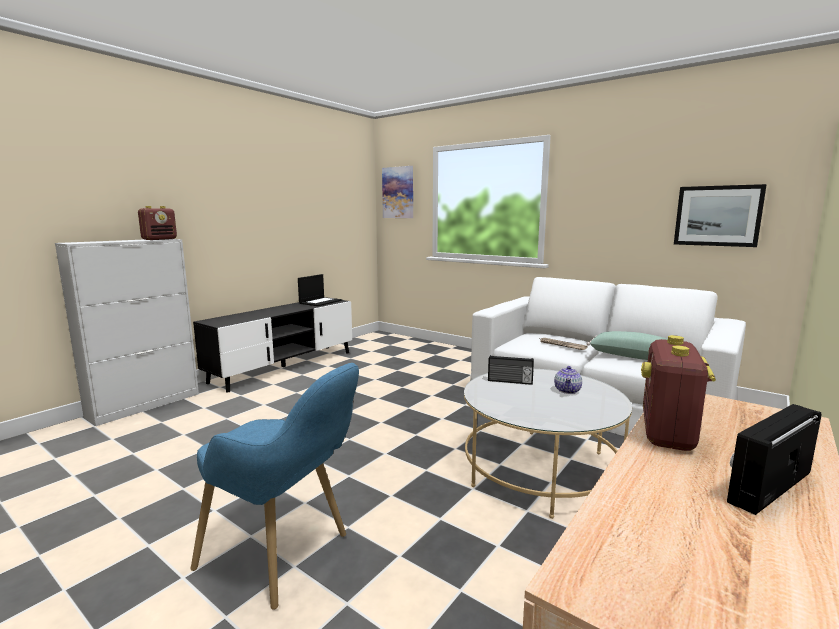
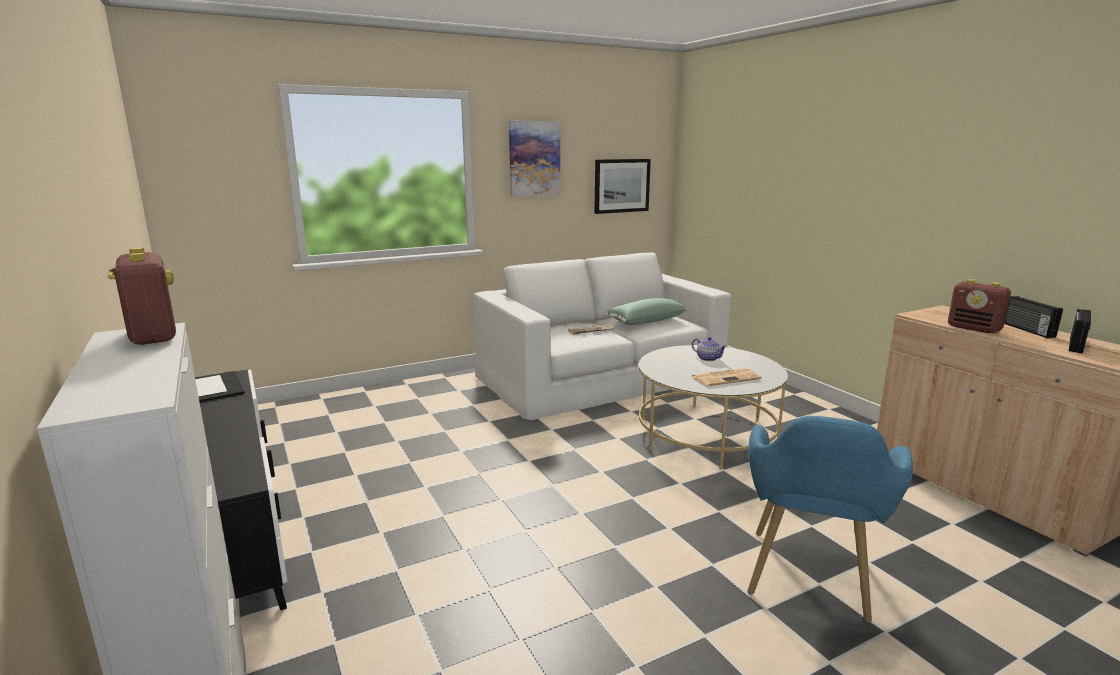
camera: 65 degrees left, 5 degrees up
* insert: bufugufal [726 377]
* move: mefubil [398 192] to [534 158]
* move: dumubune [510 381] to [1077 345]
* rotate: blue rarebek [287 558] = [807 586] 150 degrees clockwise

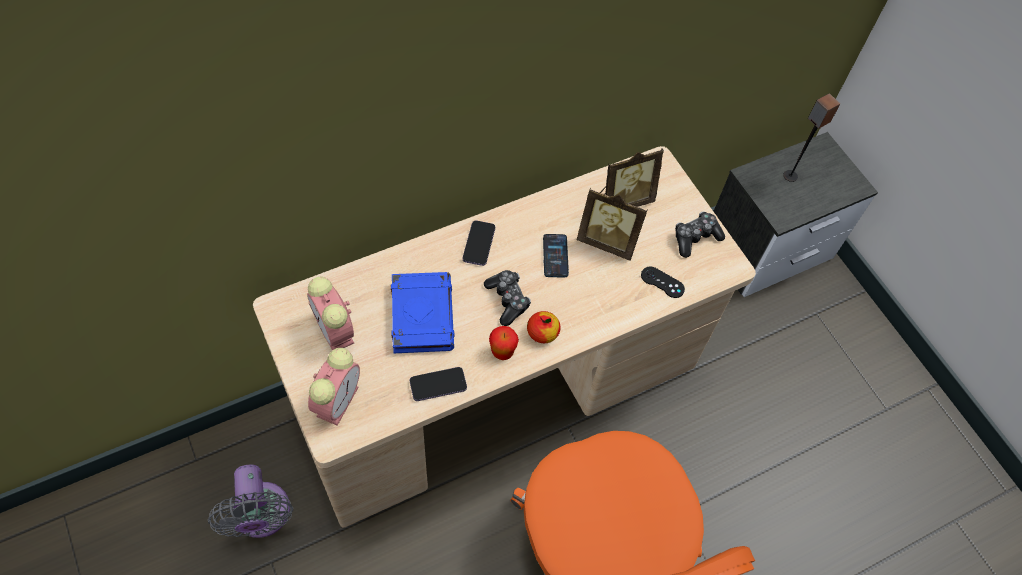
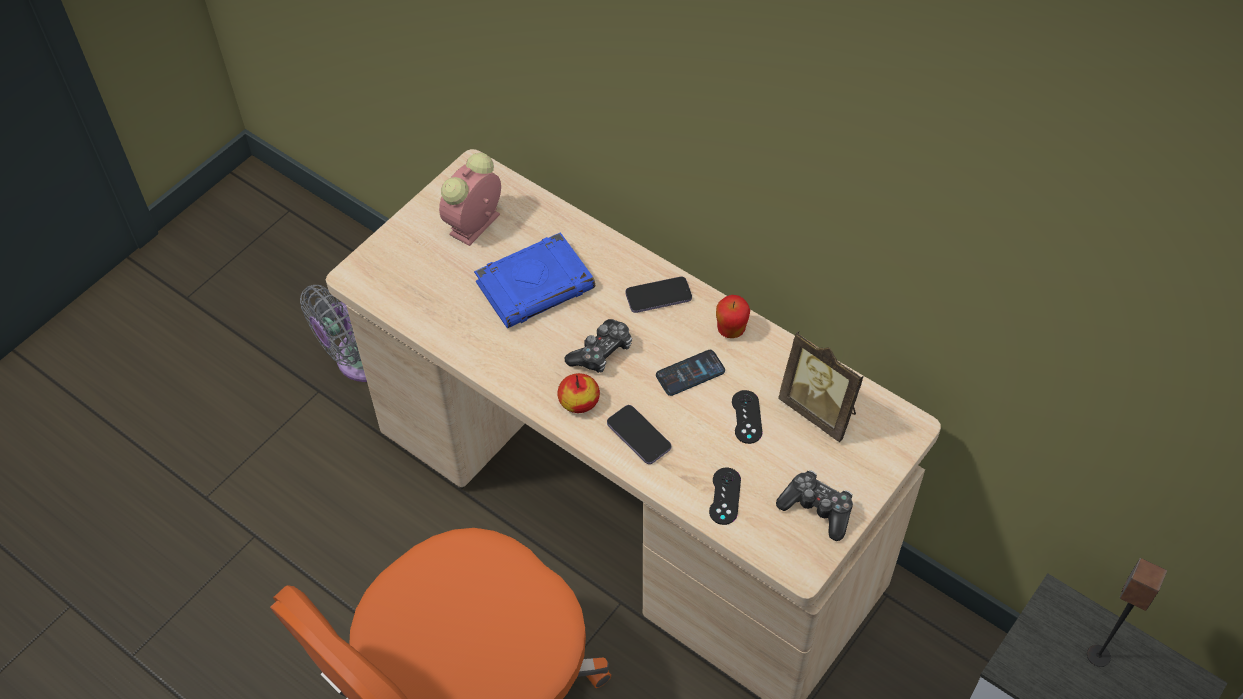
camera: 70 degrees right, 5 degrees down
* delete: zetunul [338 399]
* move: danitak [438 385] to [638 436]
* move: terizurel [502 351] to [731 330]
* replace: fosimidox [607 241] to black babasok [746 417]

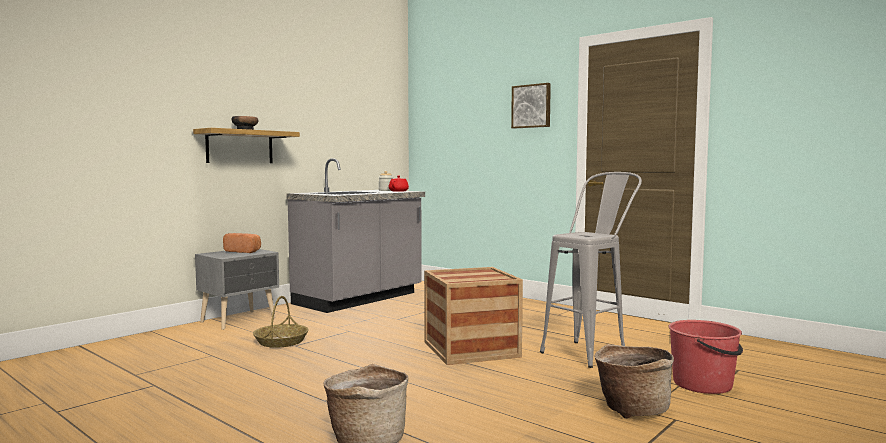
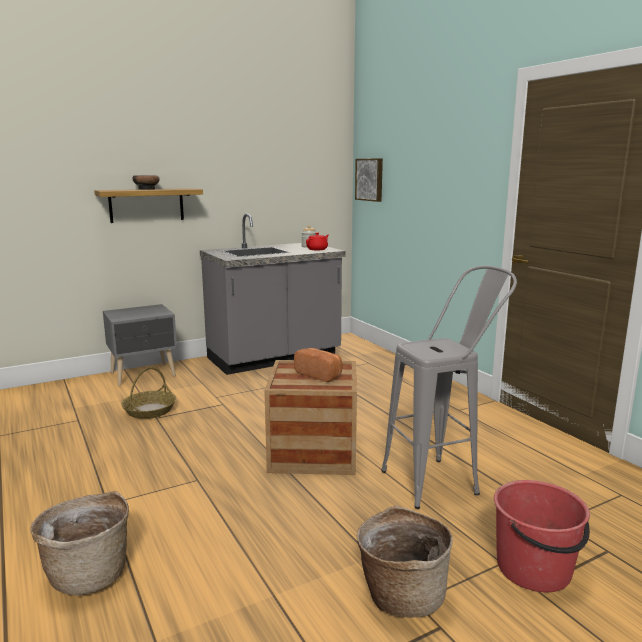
camera: 20 degrees right, 10 degrees up
* move: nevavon [244 251] to [320 375]
* move: mefubil [531 106] to [370 179]

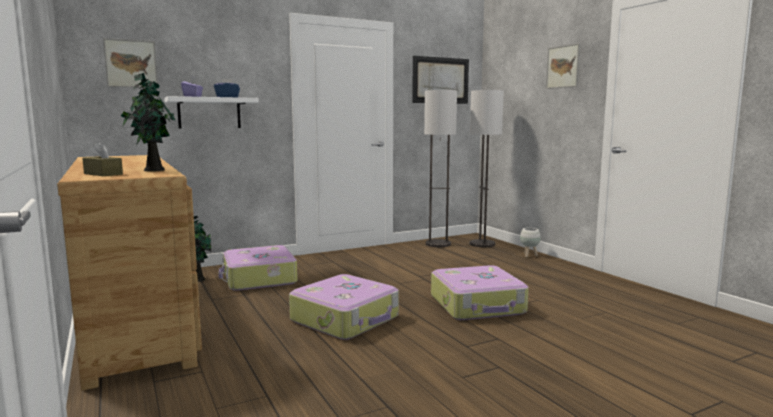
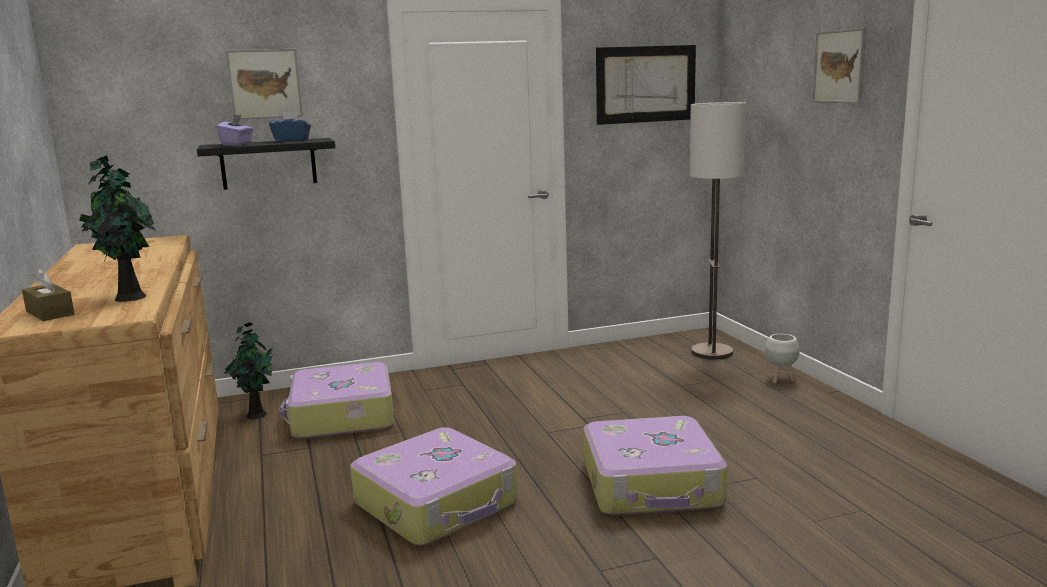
camera: 10 degrees right, 5 degrees up
* delete: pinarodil [438 244]
* move: mefubil [131 63] to [265 84]
* recolor: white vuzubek [209 113] to black vuzubek [268 163]

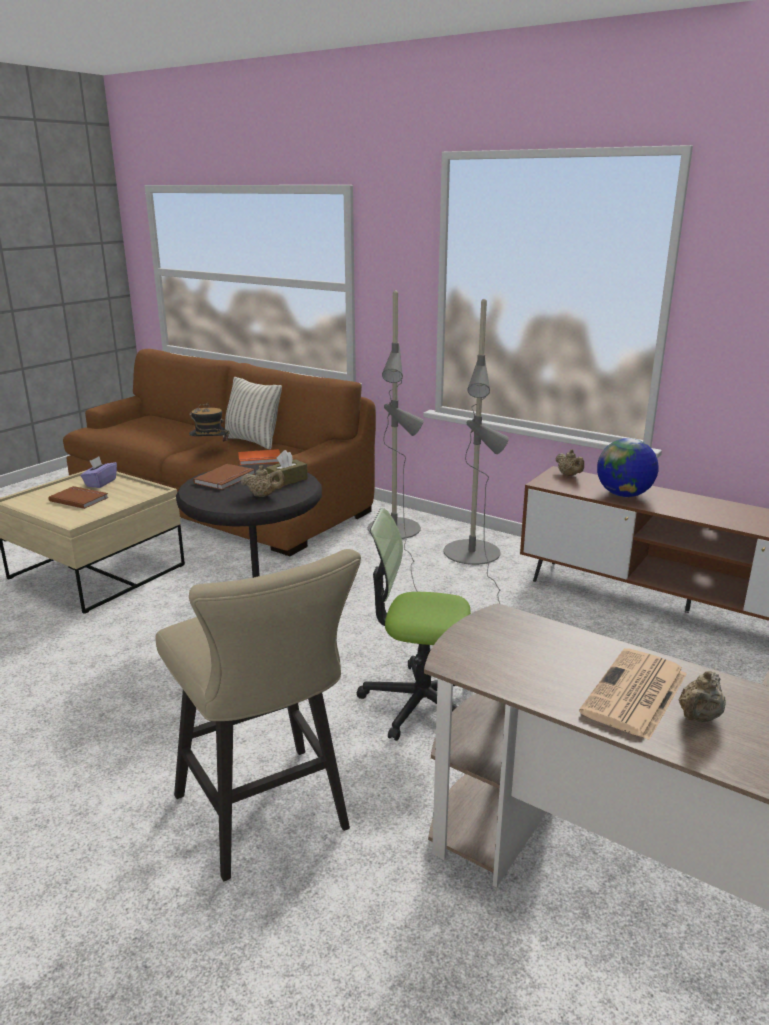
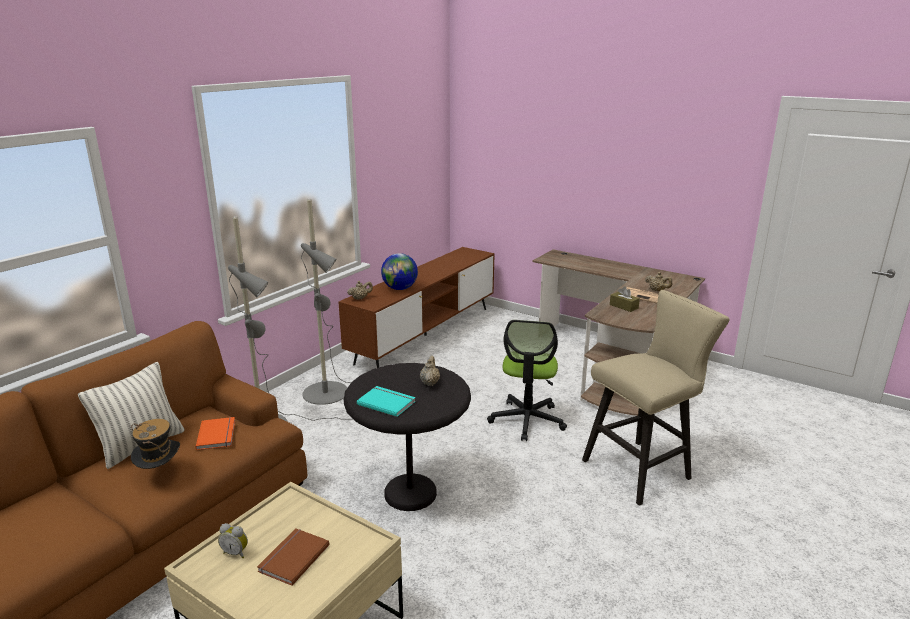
camera: 90 degrees left, 0 degrees up
* move: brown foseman [287 480] to [623 306]
* replace: purple foseman [100 483] to zetunul [236 552]
* recolor: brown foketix [226 479] to turquoise foketix [387 402]

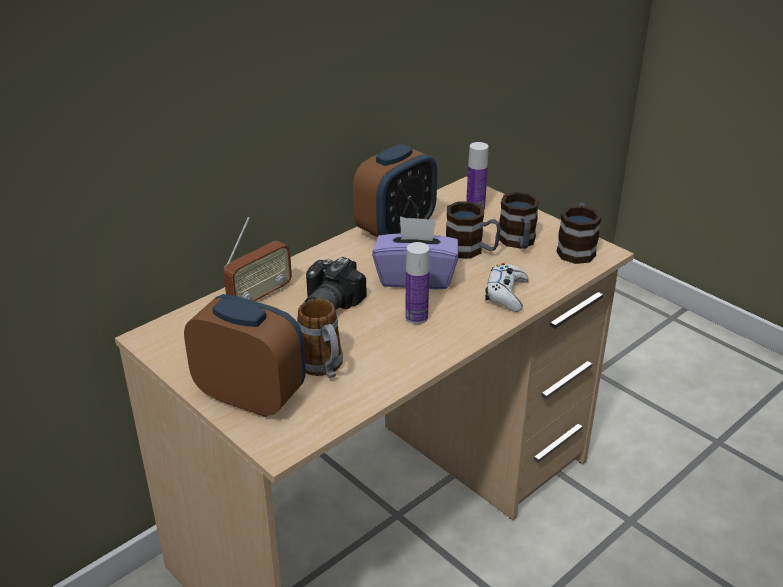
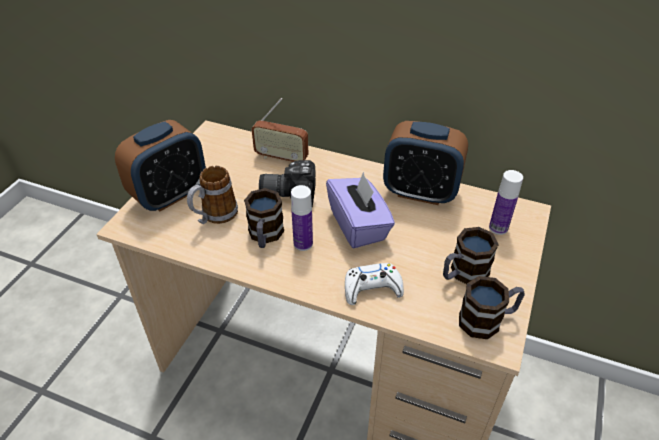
camera: 65 degrees right, 10 degrees up
* move: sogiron [471 250] to [265 236]
* rotate: zetunul [251 396] = [170 195] 45 degrees clockwise

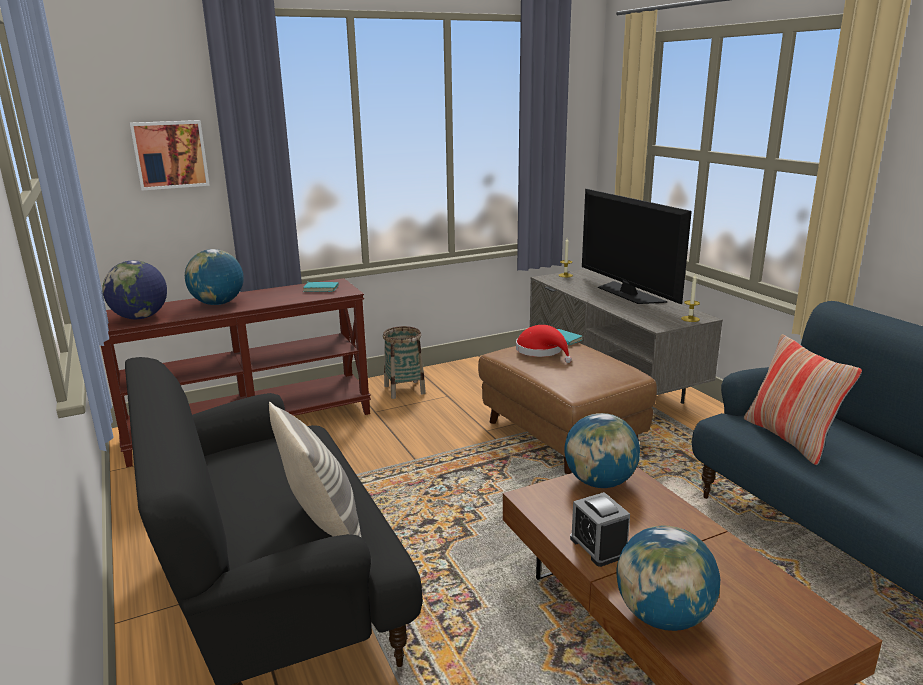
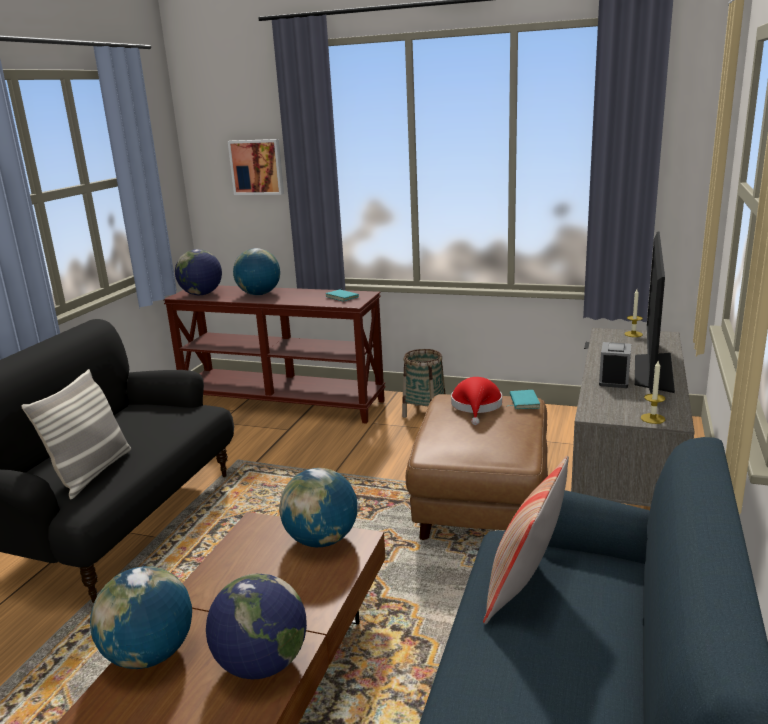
camera: 45 degrees right, 0 degrees up
* insert: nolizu [262 664]
* move: zetunul [598 547] to [614 380]

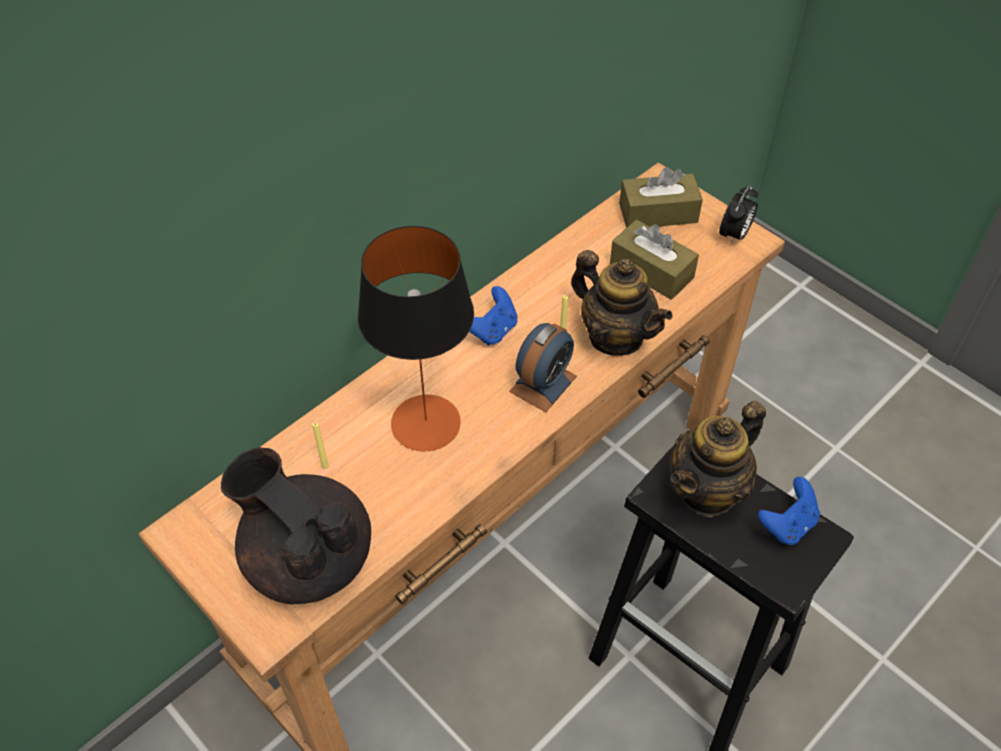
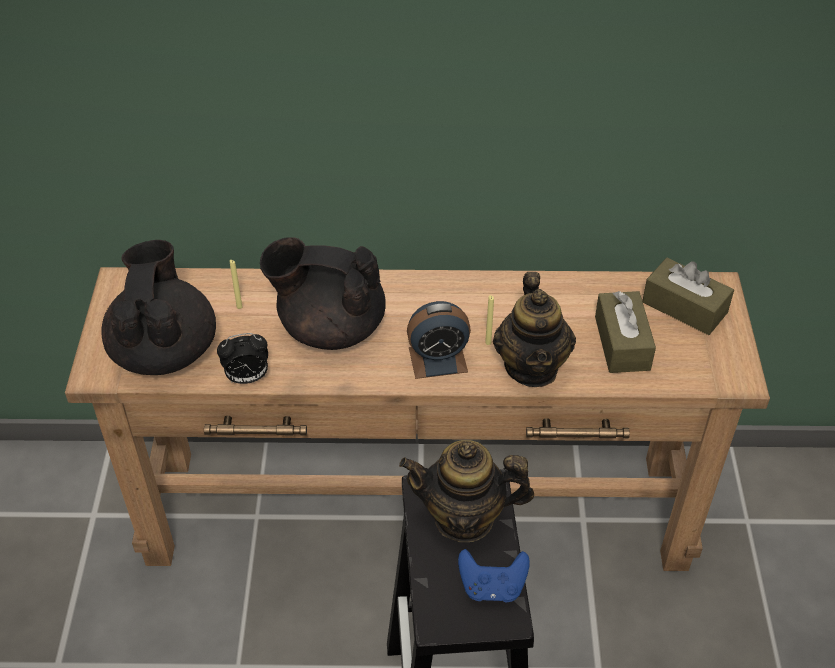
camera: 45 degrees right, 5 degrees down
* delete: blue babasok [492 330]
* move: zetunul [734 235] to [247 378]
* replace: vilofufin [426 423] to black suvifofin [330 327]

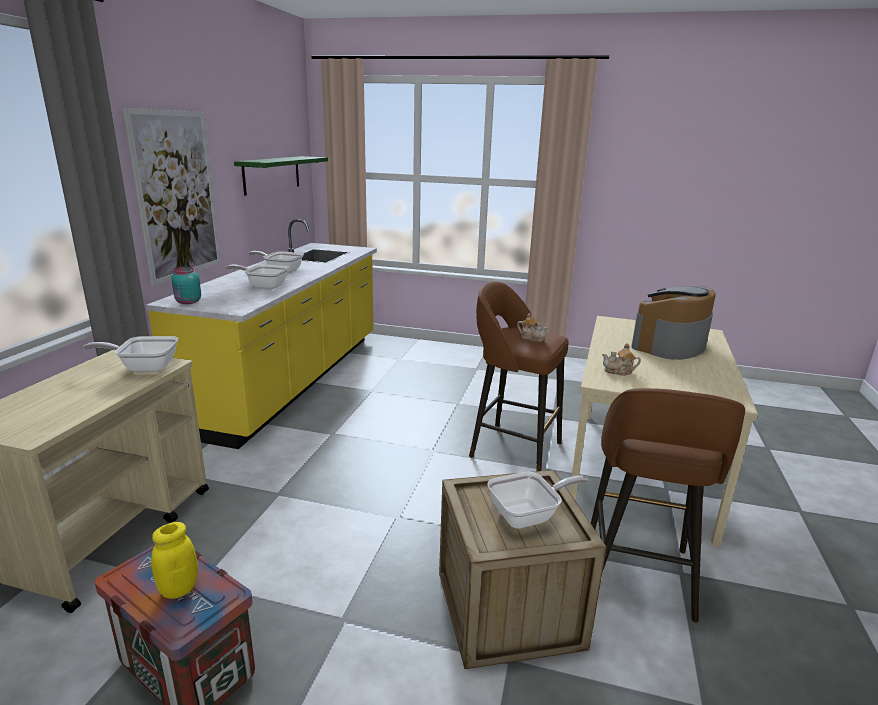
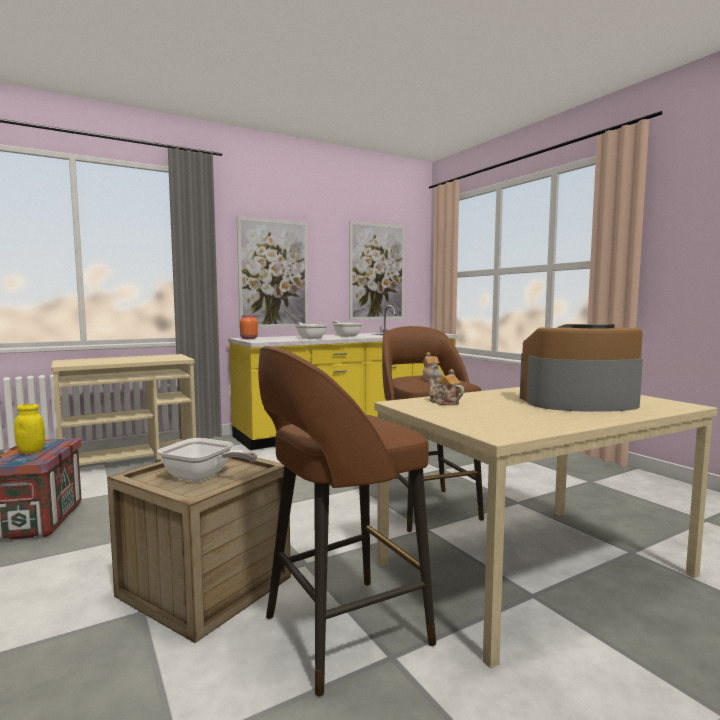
camera: 45 degrees right, 15 degrees down
* delete: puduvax [144 367]
* replace: green vuzubek [272 174] to mefubil [377 272]
* recolor: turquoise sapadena [188 302] to orange sapadena [248 338]

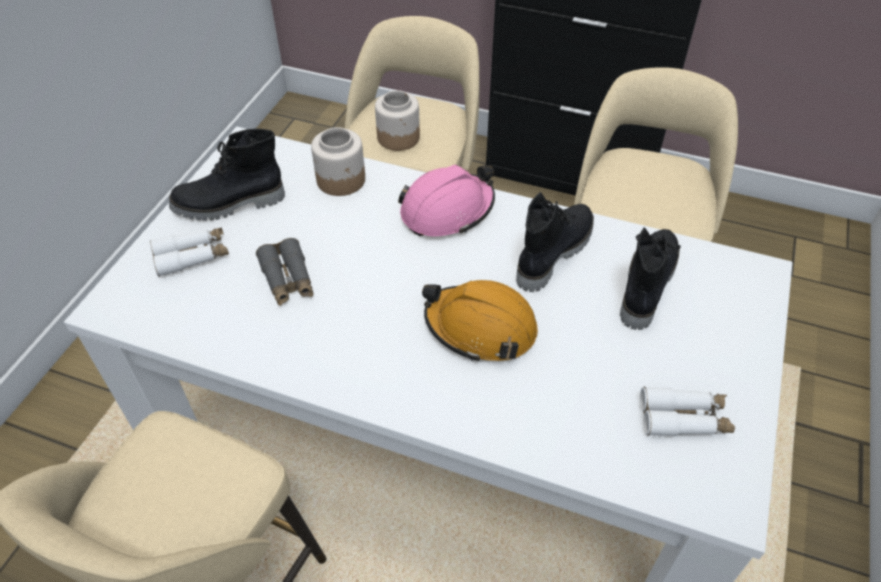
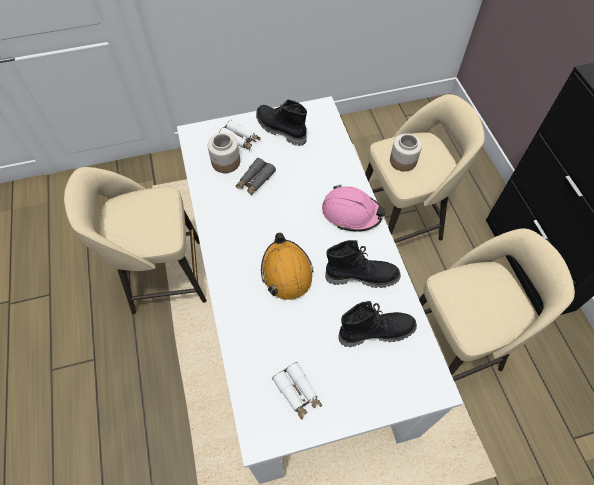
camera: 55 degrees right, 10 degrees up
* move: sapadena [341 180] to [226 162]

